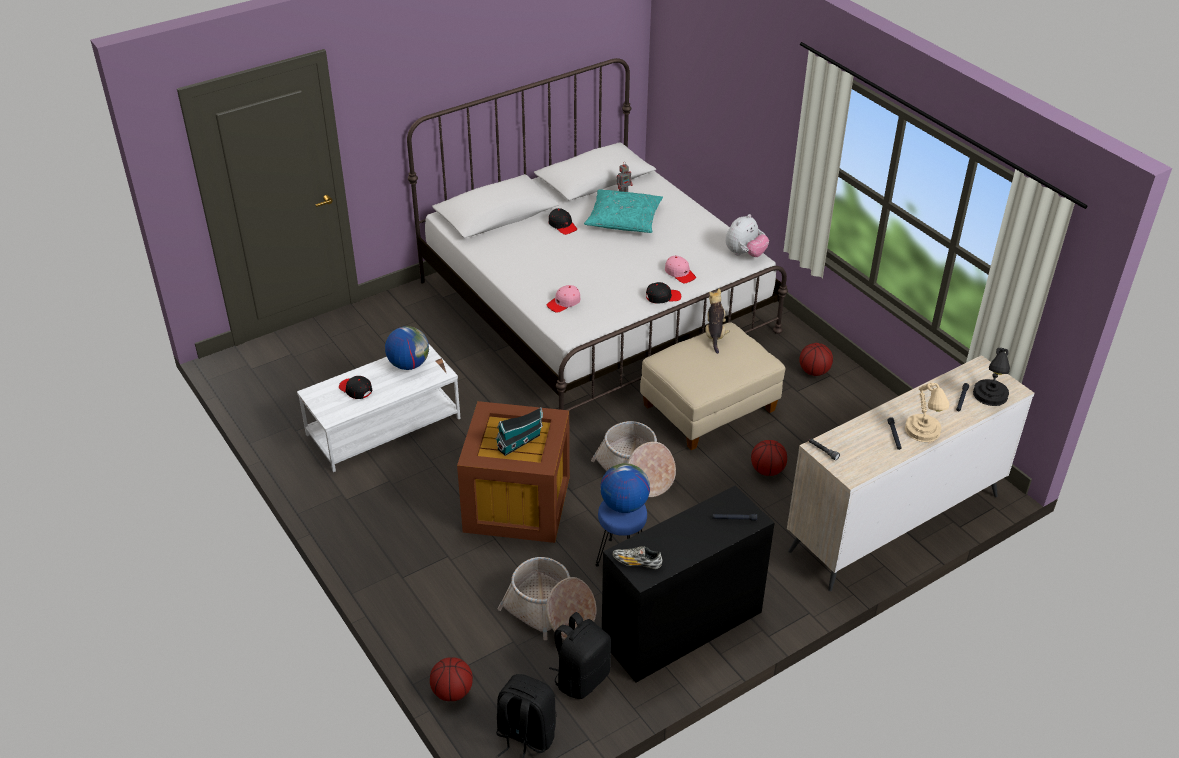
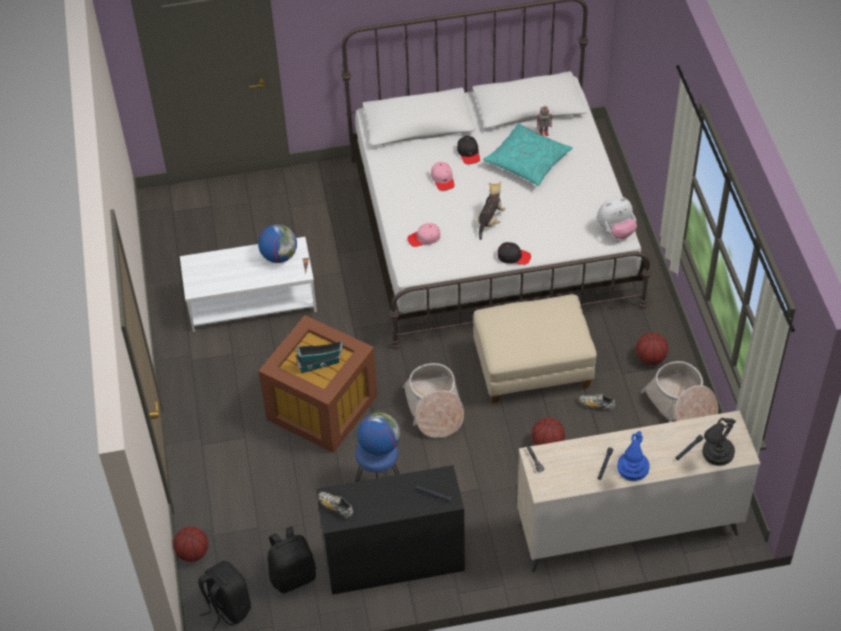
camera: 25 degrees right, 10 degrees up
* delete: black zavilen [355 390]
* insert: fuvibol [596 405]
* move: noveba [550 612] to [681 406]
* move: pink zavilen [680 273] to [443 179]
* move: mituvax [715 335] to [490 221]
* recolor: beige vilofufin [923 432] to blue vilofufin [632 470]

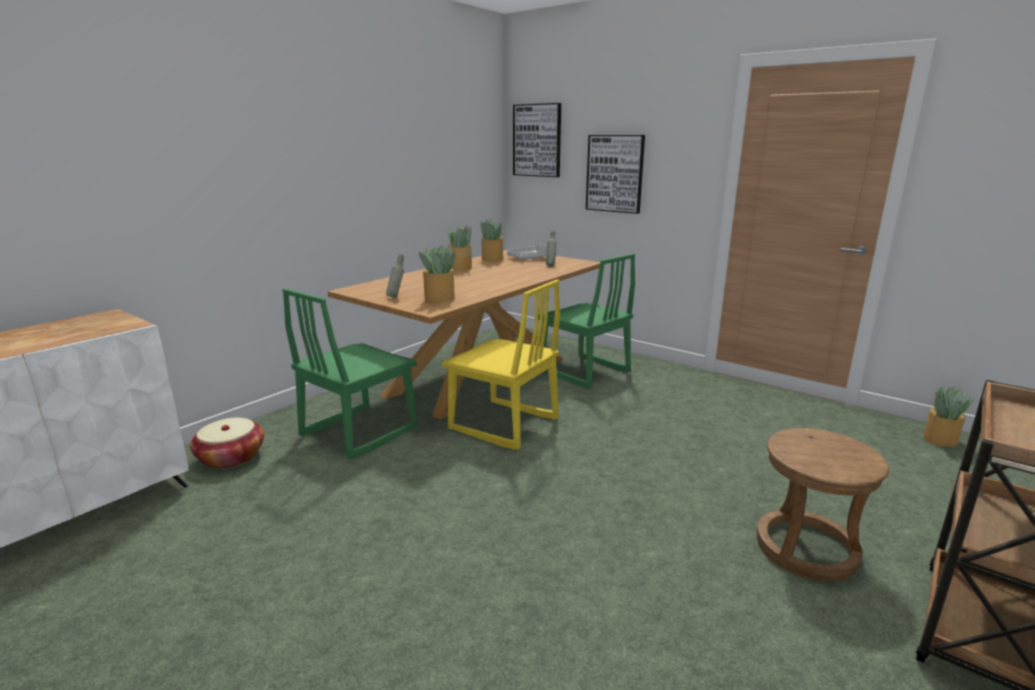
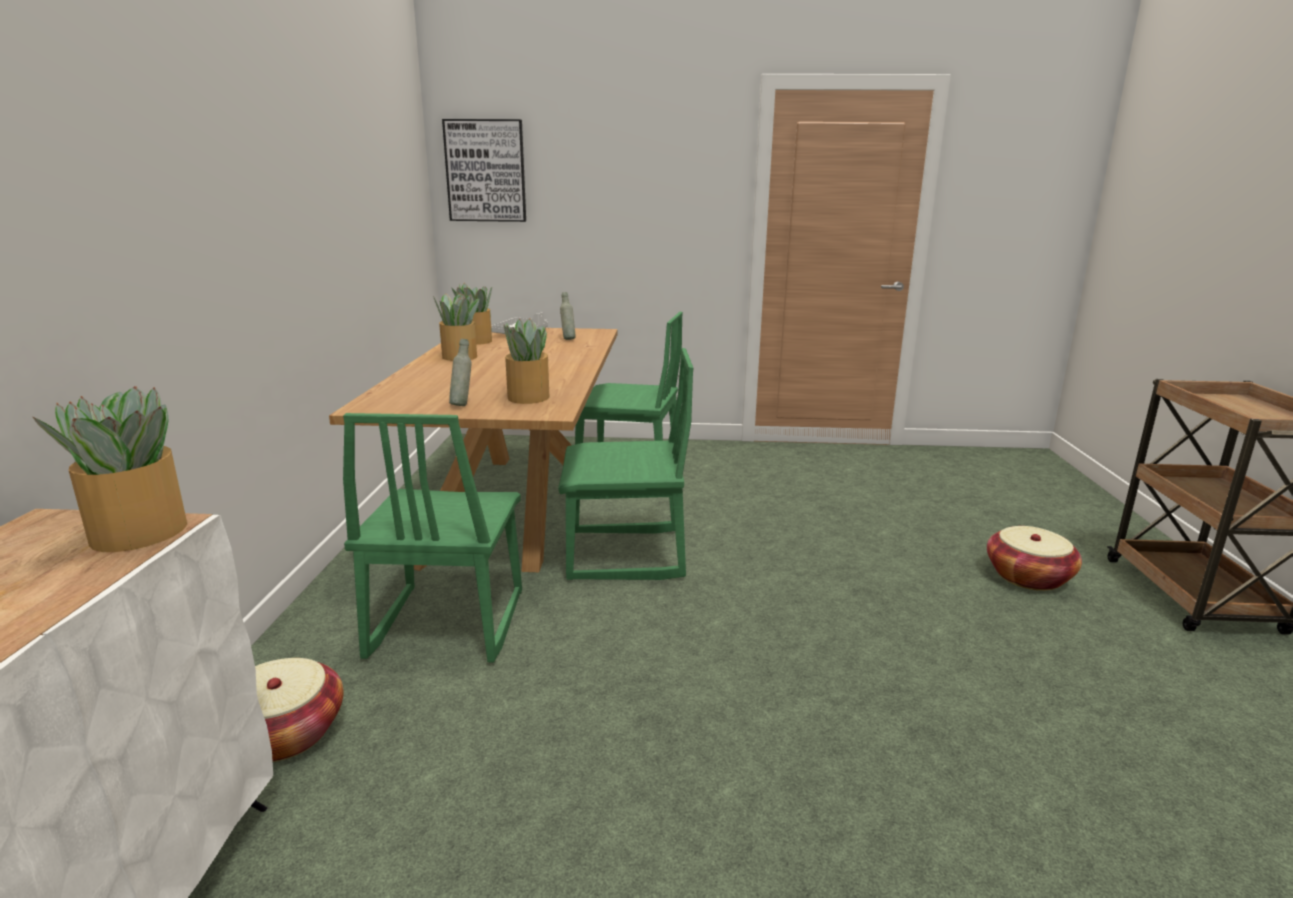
camera: 35 degrees left, 0 degrees up
* delete: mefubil [615 173]
* move: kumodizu [939 439] to [137 533]
* replace: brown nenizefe [807 548] to noveba [1028 577]
* recolor: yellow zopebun [503 425] to green zopebun [625 555]

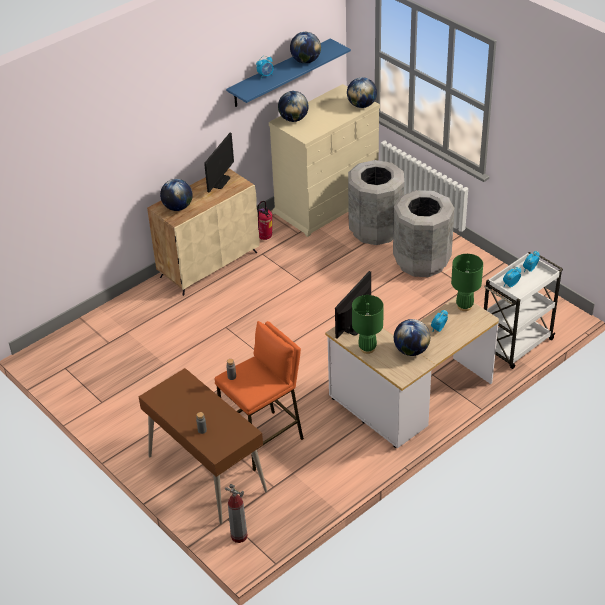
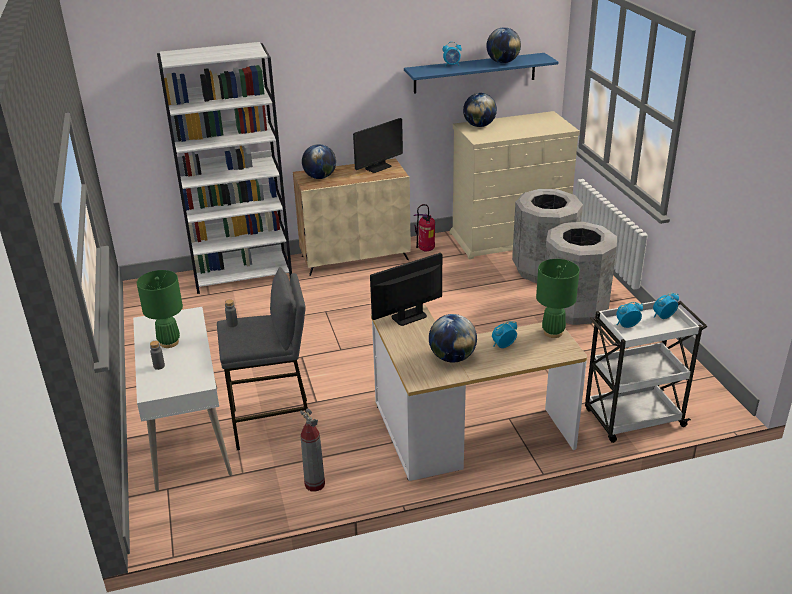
camera: 25 degrees right, 10 degrees down
* delete: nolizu [361 105]
* insert: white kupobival [243 274]
* move: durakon [239 536] to [314 484]
* move: green vilofufin [367 348] to [169 342]
* recolor: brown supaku [206 474] to white supaku [188 436]
* recolor: orange nenizefe [264 440] to grey nenizefe [273 423]

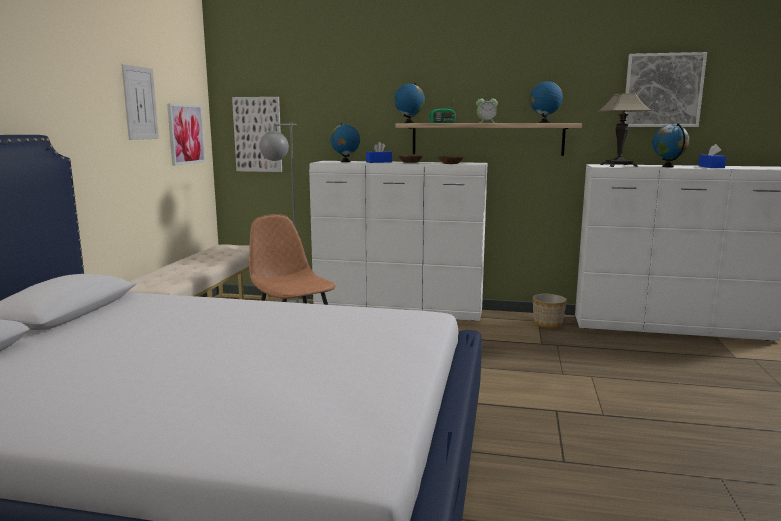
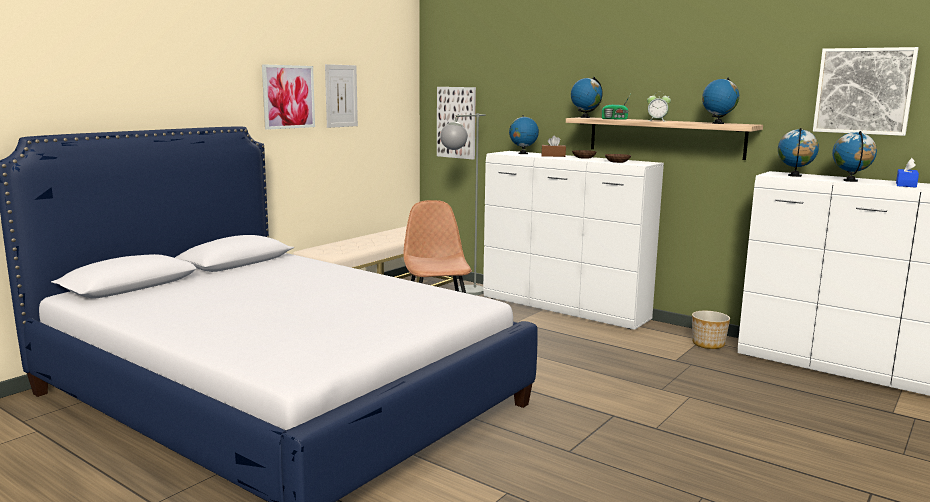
camera: 25 degrees right, 0 degrees up
* move: mefubil [186 134] to [288 97]
* replace: vilofufin [618 165] to nolizu [795 176]
* recolor: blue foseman [378 162] to brown foseman [553 156]

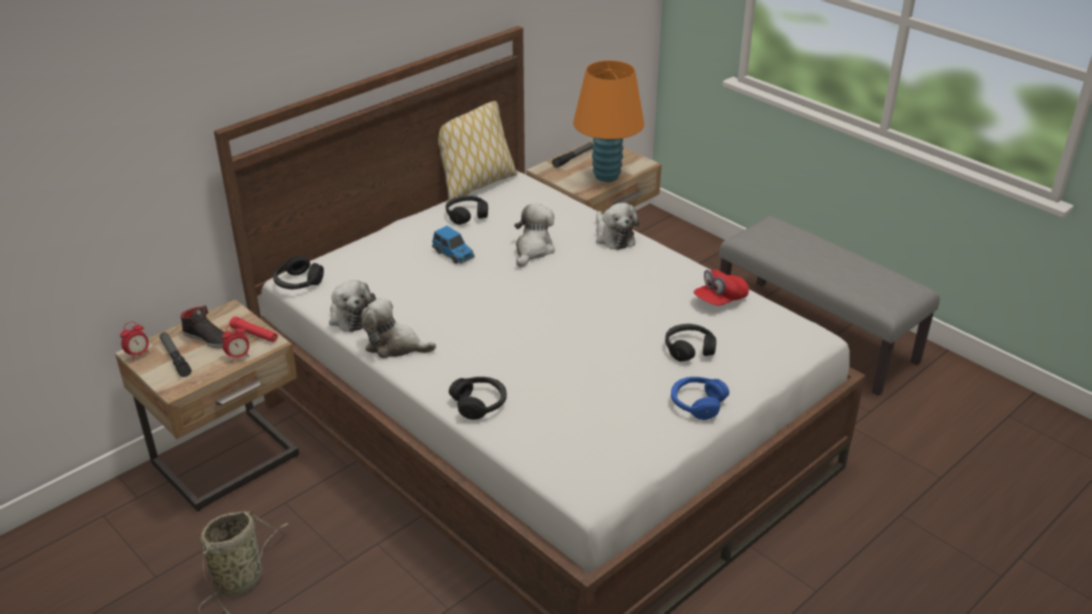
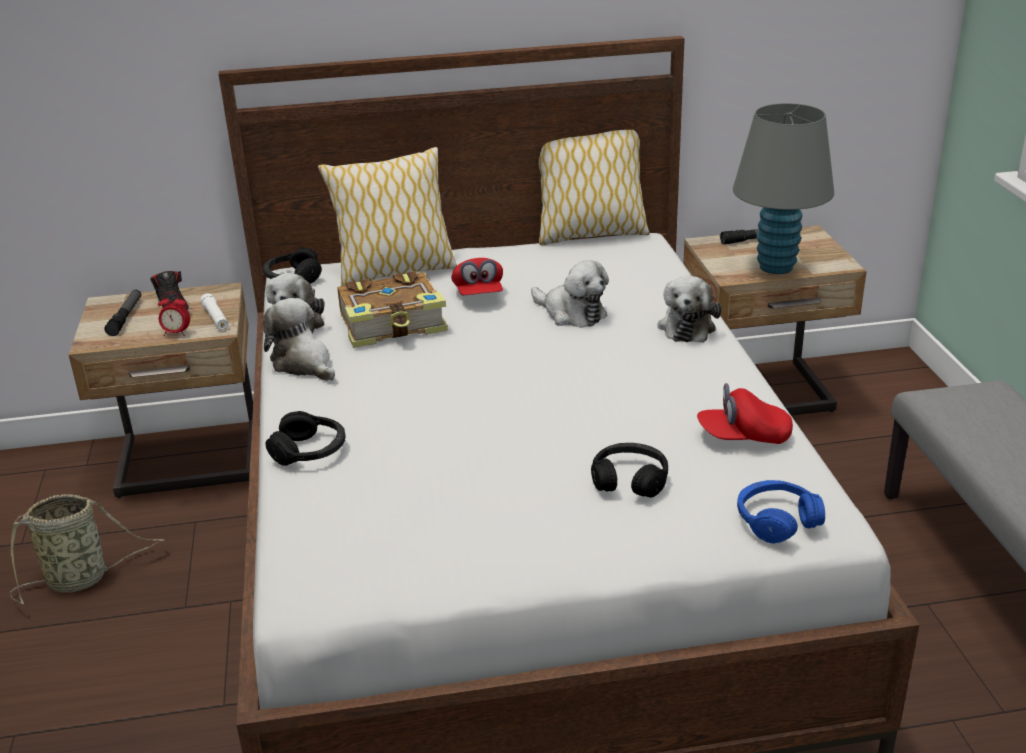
camera: 35 degrees right, 5 degrees down
* delete: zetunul [138 354]
* delete: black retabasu [466 215]
* insert: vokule [394 272]
* insert: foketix [394 324]
* move: blue retabasu [697 403] to [777 520]
* replace: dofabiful [454 254] to red zavilen [478 294]
* recolor: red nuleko [254 334] to white nuleko [216 318]
* recolor: orange vilofufin [606 176] to grey vilofufin [776 267]
* rotate: mituvax [533 250] = [571 313] 75 degrees clockwise

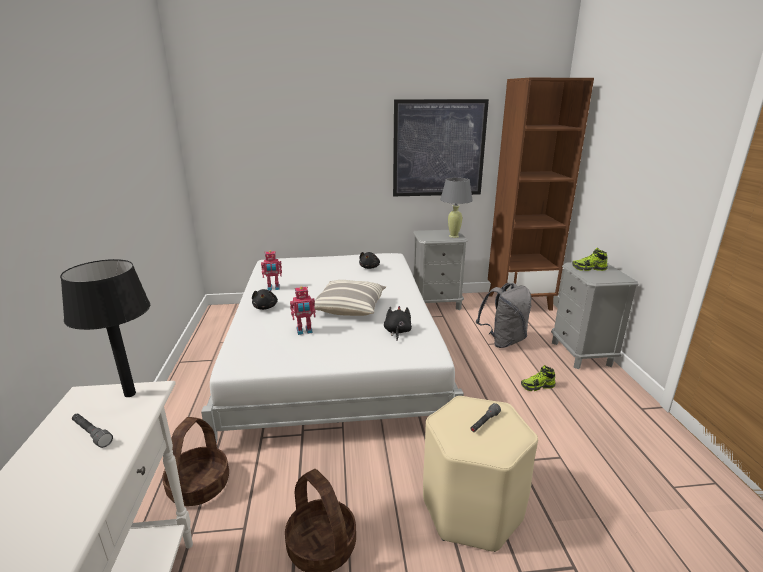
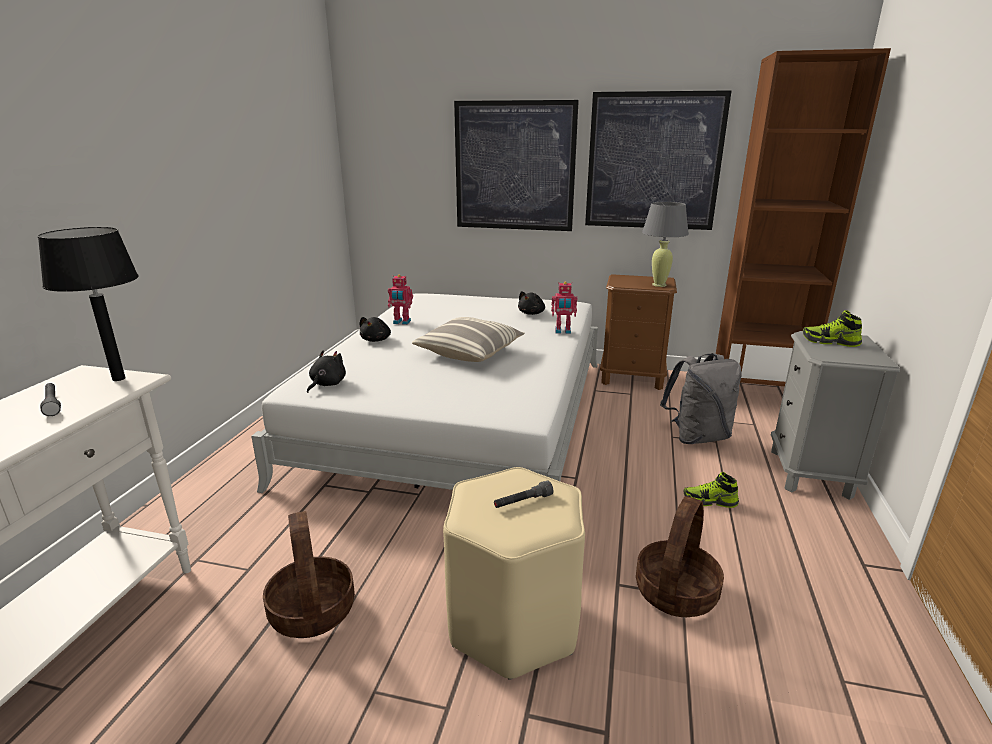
camera: 20 degrees right, 0 degrees up
* insert: mefubil [514 167]
* move: noveba [199 486] to [676 592]
* move: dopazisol [304 331] to [563 331]
* move: black mituvax [397 332] to [326 384]
* recolor: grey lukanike [436 303] to brown lukanike [632 378]

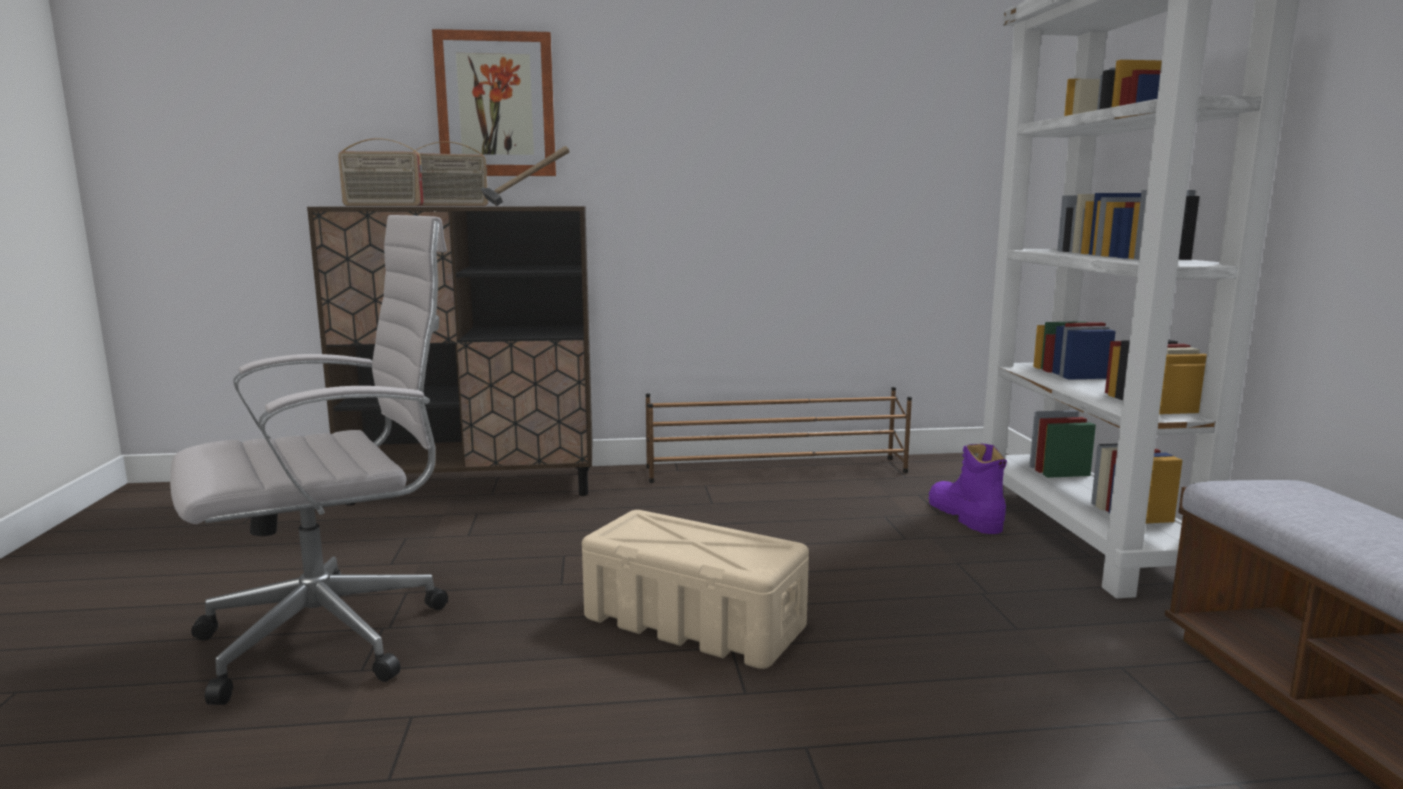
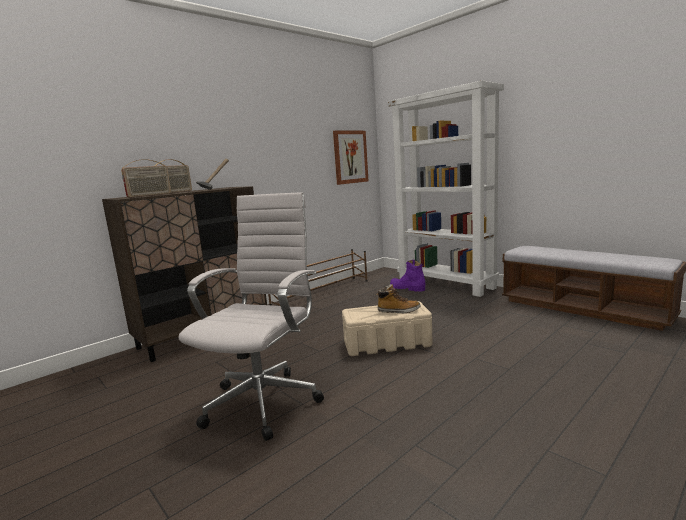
camera: 35 degrees left, 0 degrees up
* insert: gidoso [398 311]
* move: mefubil [496 105] to [350 157]

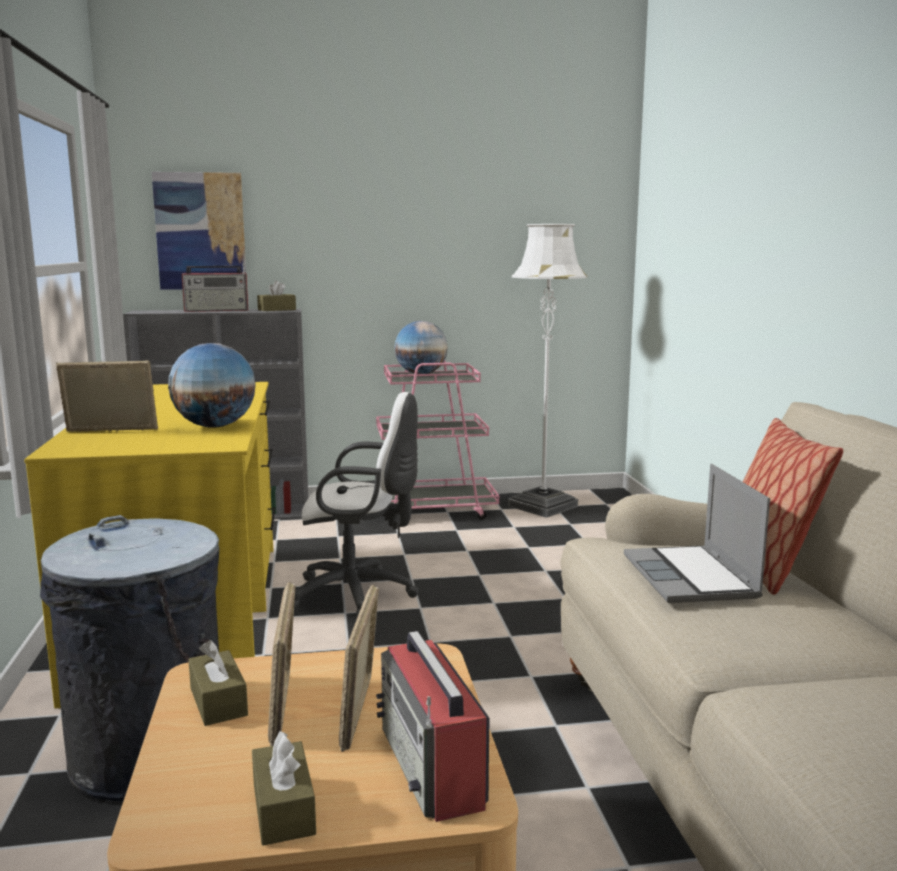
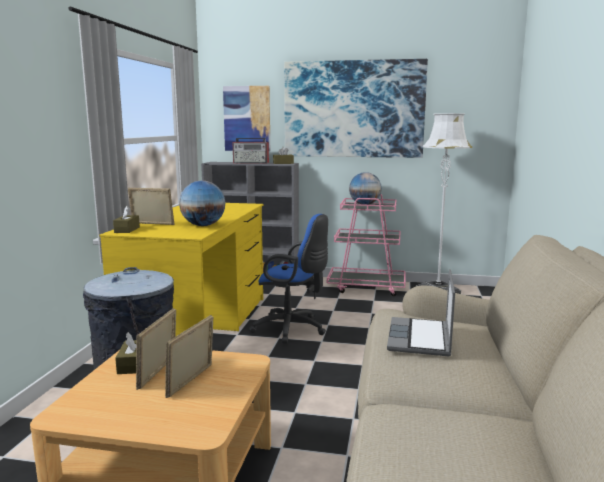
camera: 20 degrees right, 0 degrees up
* delete: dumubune [432 767]
* delete: vokule [766 566]
* insert: mefubil [353 109]
* move: brown foseman [283 809] to [127 230]
* recolor: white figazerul [359 595] to blue figazerul [292 329]

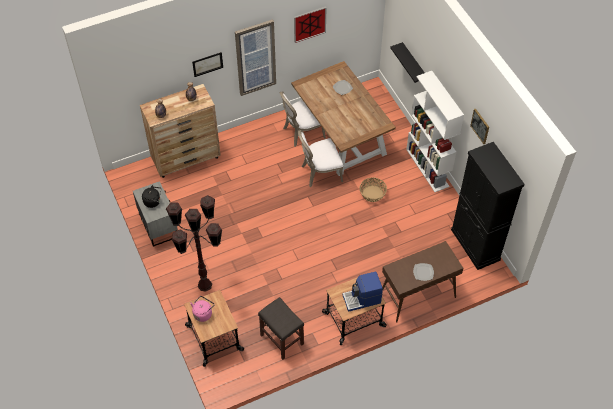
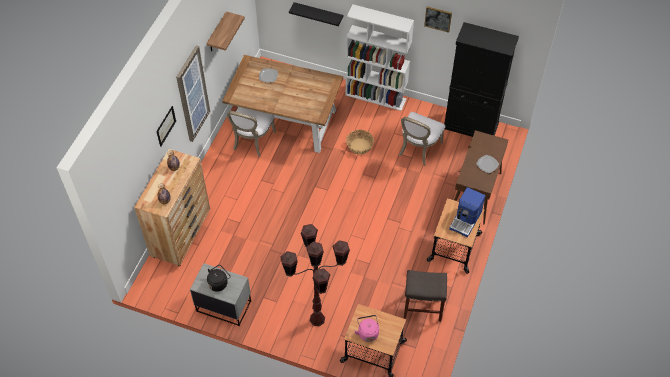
camera: 45 degrees left, 0 degrees up
* move: white zopebun [319 172] to [418 149]
* replace: mefubil [309 24] to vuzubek [217 33]

